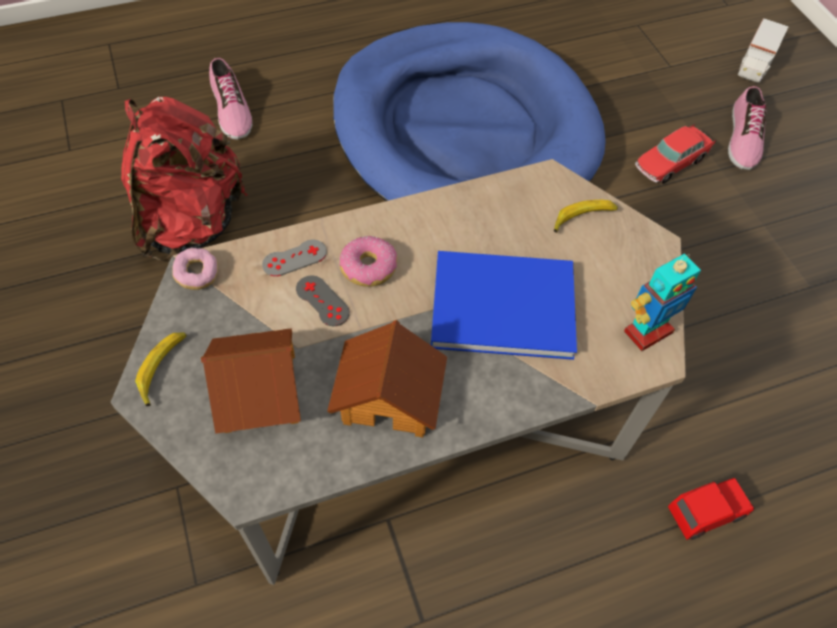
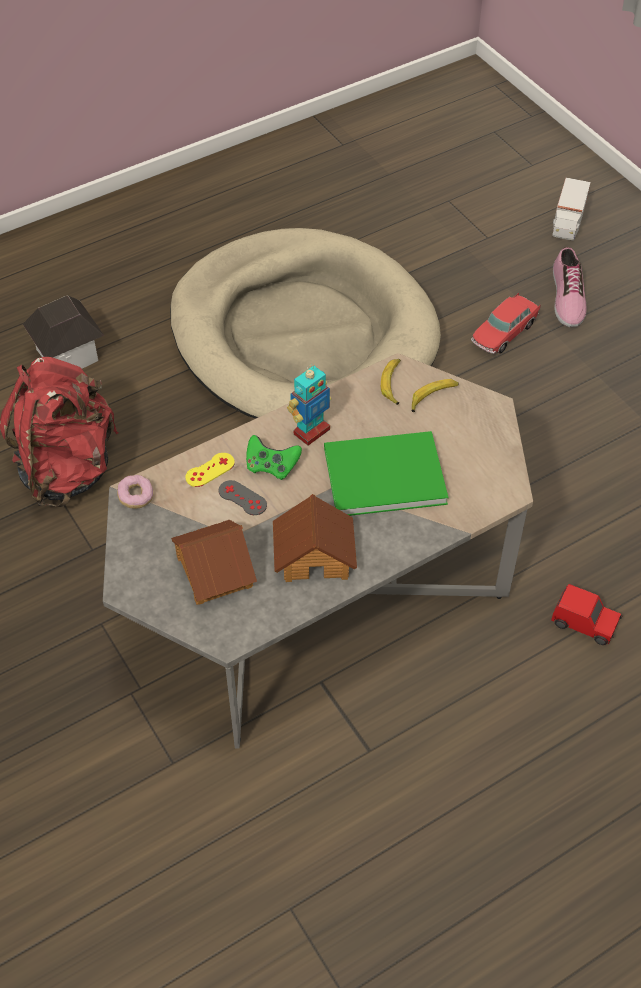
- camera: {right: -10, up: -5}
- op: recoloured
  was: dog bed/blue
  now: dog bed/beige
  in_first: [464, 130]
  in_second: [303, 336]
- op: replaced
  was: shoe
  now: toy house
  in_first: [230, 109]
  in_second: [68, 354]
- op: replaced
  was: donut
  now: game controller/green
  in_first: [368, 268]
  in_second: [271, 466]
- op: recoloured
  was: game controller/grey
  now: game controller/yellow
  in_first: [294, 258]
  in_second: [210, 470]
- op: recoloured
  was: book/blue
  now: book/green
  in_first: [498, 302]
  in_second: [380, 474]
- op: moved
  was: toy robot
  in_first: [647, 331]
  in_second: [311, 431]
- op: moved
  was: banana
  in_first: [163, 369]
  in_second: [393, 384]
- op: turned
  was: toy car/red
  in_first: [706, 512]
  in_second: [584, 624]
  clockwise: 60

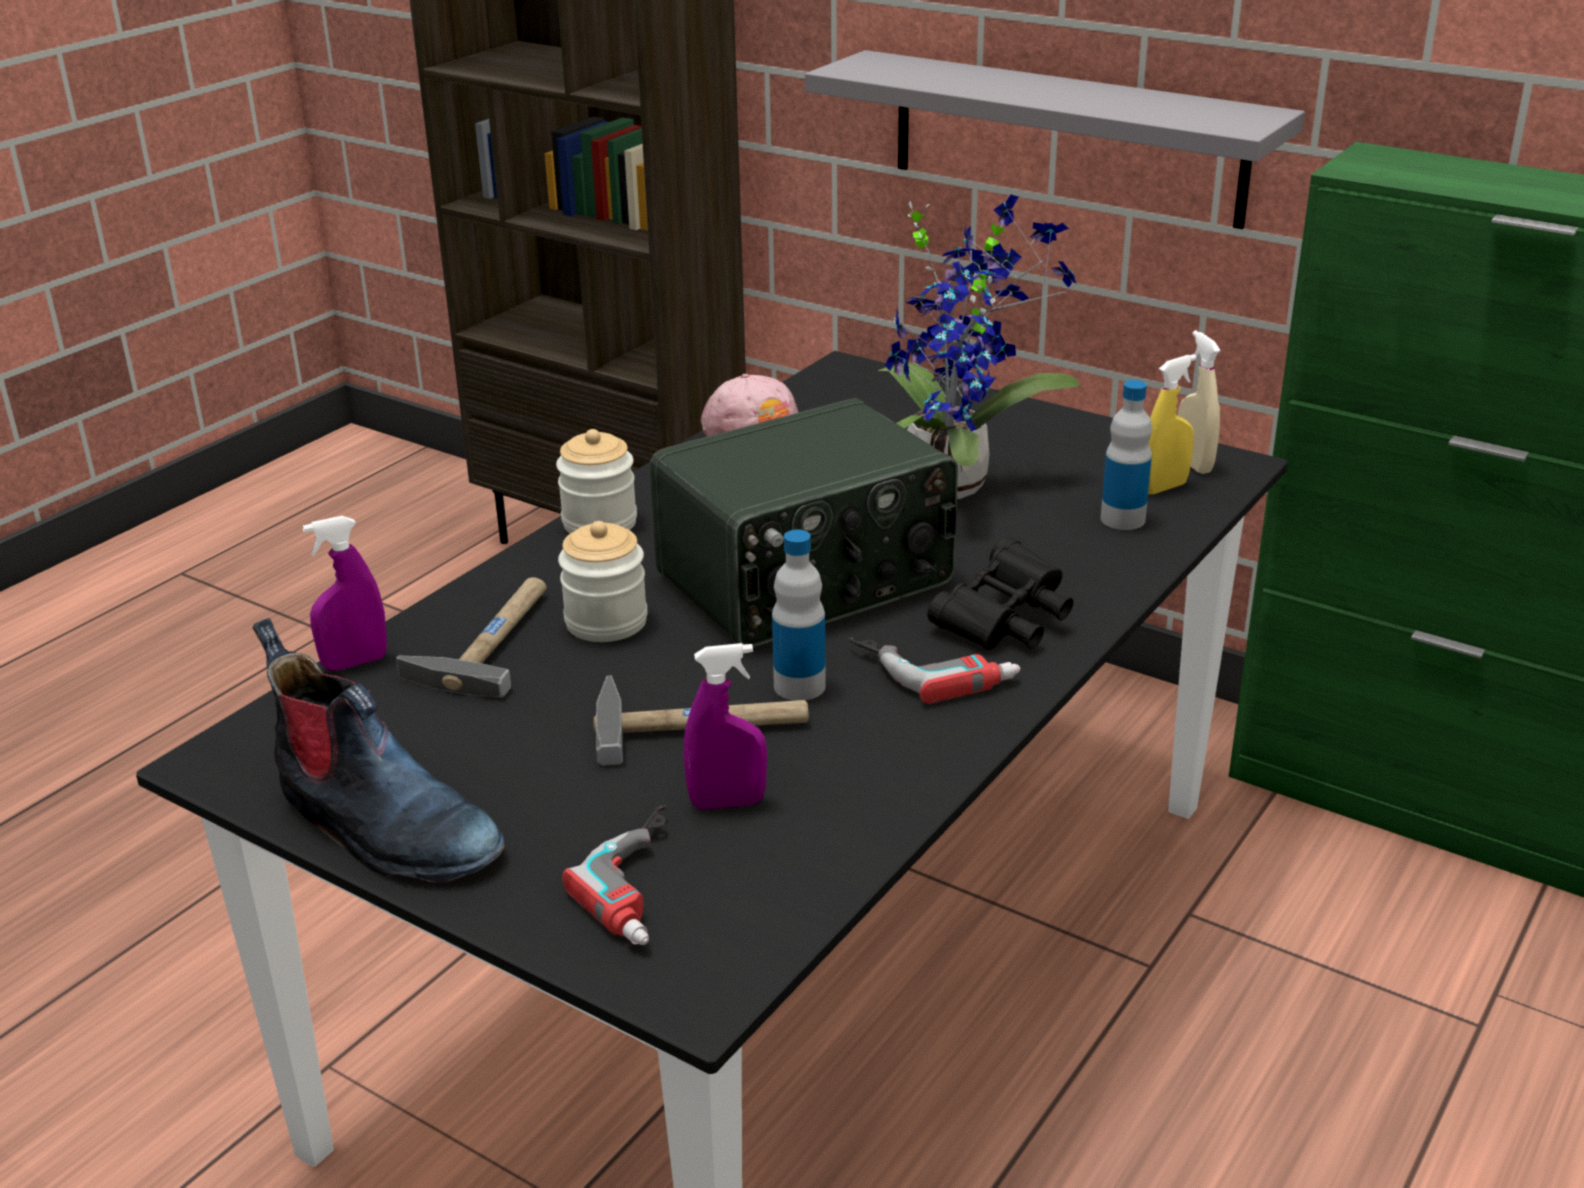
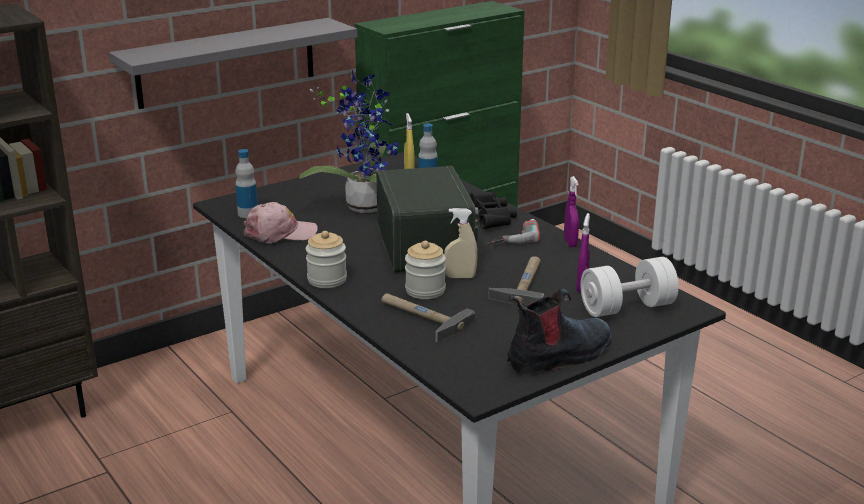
- camera: {right: -70, up: -5}
- op: moved
  was: spray bottle/beige
  in_first: [1193, 464]
  in_second: [460, 277]
- op: moved
  was: spray bottle/purple
  in_first: [355, 662]
  in_second: [570, 243]
- op: moved
  was: bottle
  in_first: [799, 686]
  in_second: [248, 214]
- op: replaced
  was: power drill
  now: dumbbell/white
  in_first: [651, 885]
  in_second: [627, 307]

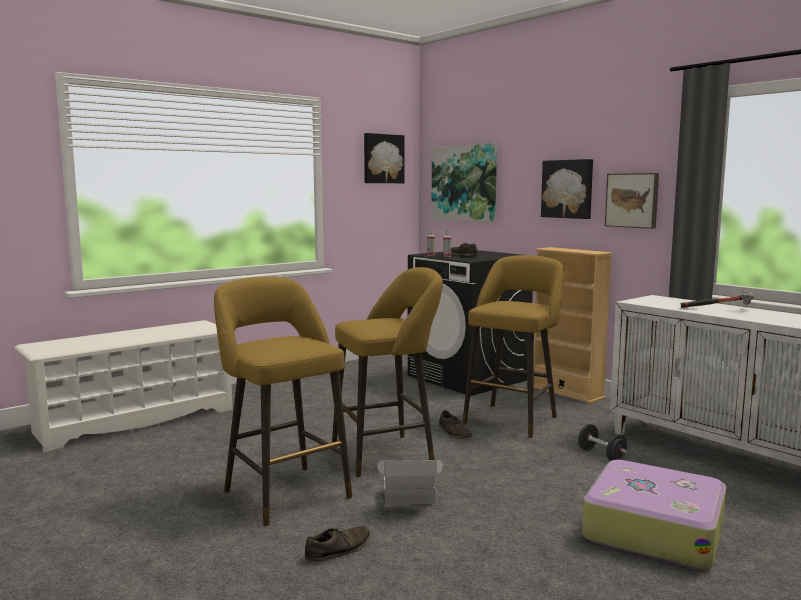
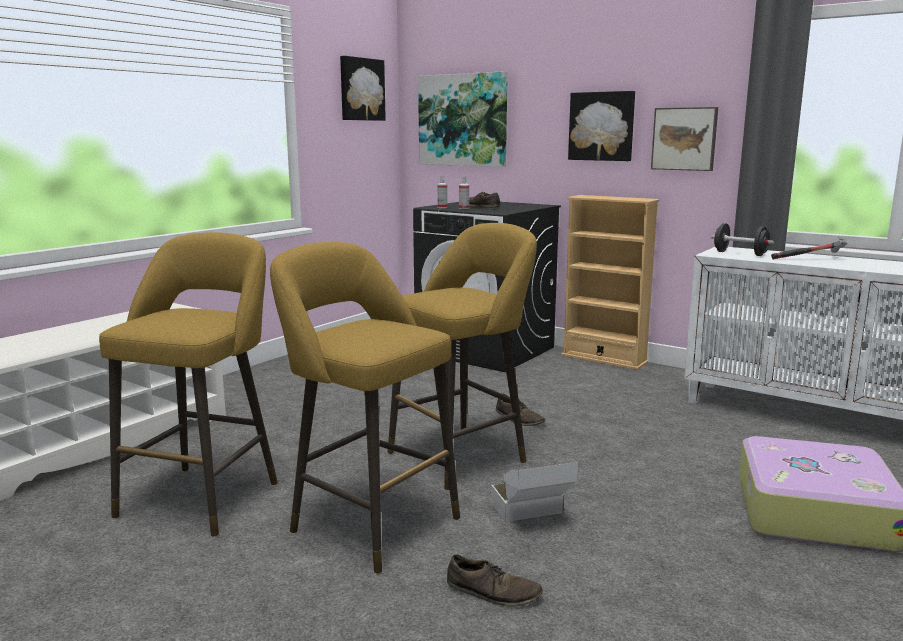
- camera: {right: -15, up: 5}
- op: moved
  was: stool/yellow
  in_first: [512, 419]
  in_second: [204, 495]
- op: moved
  was: dumbbell/black
  in_first: [601, 455]
  in_second: [740, 253]
- op: turned
  was: shoe/brown
  in_first: [338, 549]
  in_second: [493, 592]
  clockwise: 75

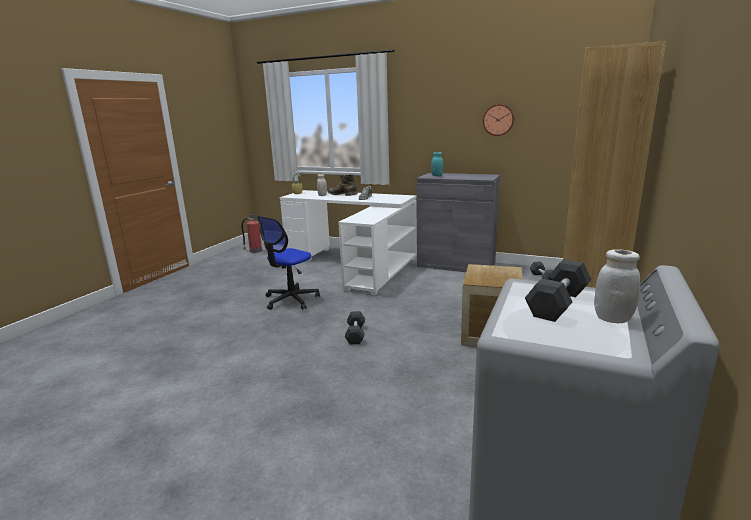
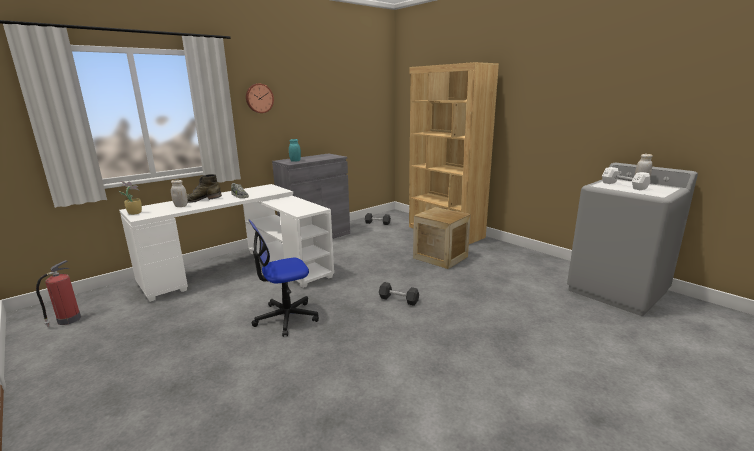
- camera: {right: -65, up: 0}
- op: moved
  was: wall clock
  in_first: [498, 120]
  in_second: [259, 98]
- op: turned
  was: office chair
  in_first: [291, 300]
  in_second: [286, 318]
  clockwise: 90
- op: recoloured
  was: dumbbell/black
  now: dumbbell/white
  in_first: [557, 304]
  in_second: [623, 186]

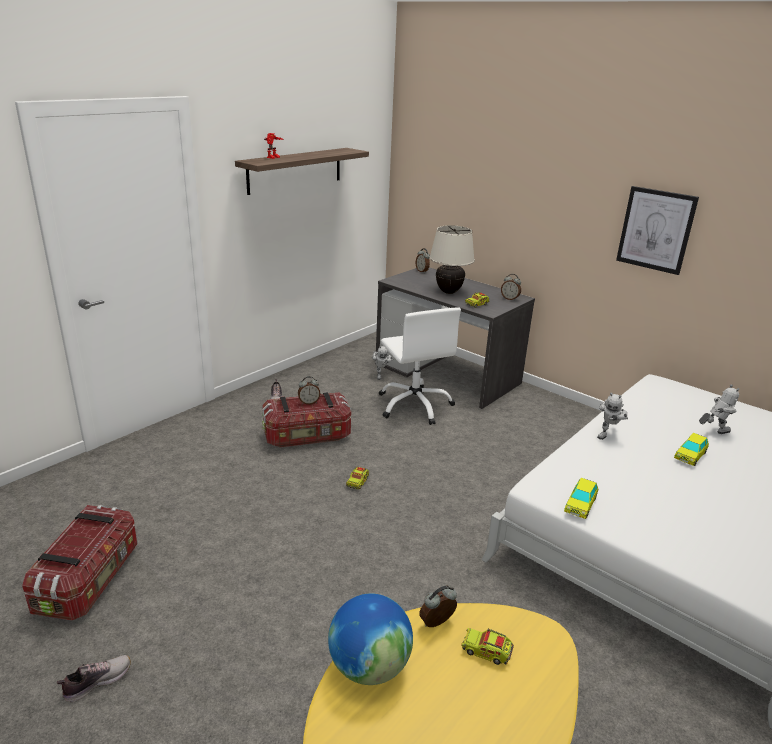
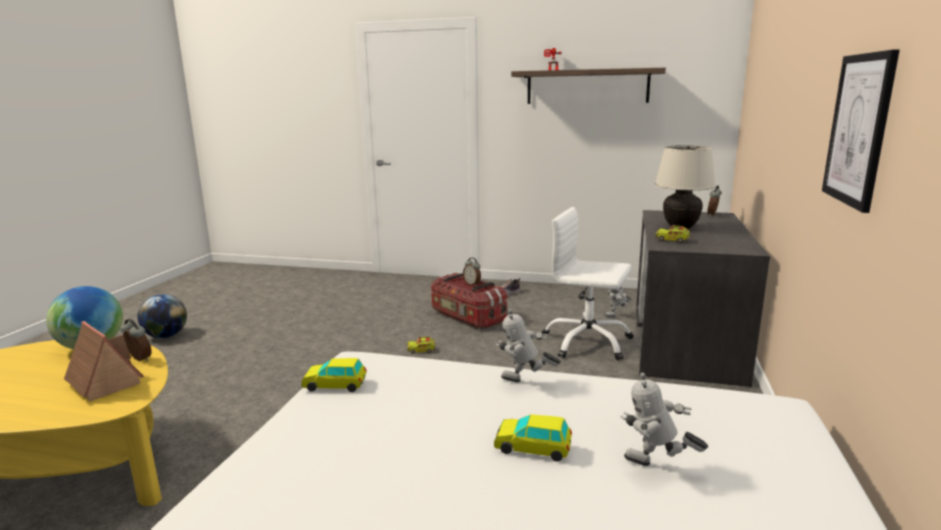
- camera: {right: 65, up: -10}
- op: removed
  was: alarm clock
  in_first: [510, 299]
- op: turned
  was: office chair/white
  in_first: [415, 405]
  in_second: [587, 342]
  clockwise: 75
- op: turned
  was: toy robot
  in_first: [713, 432]
  in_second: [656, 468]
  clockwise: 150
- op: removed
  was: storage box
  in_first: [90, 580]
- op: replaced
  was: toy truck
  now: toy house
  in_first: [486, 651]
  in_second: [103, 382]
- op: replaced
  was: shoe
  now: globe
  in_first: [97, 681]
  in_second: [166, 336]

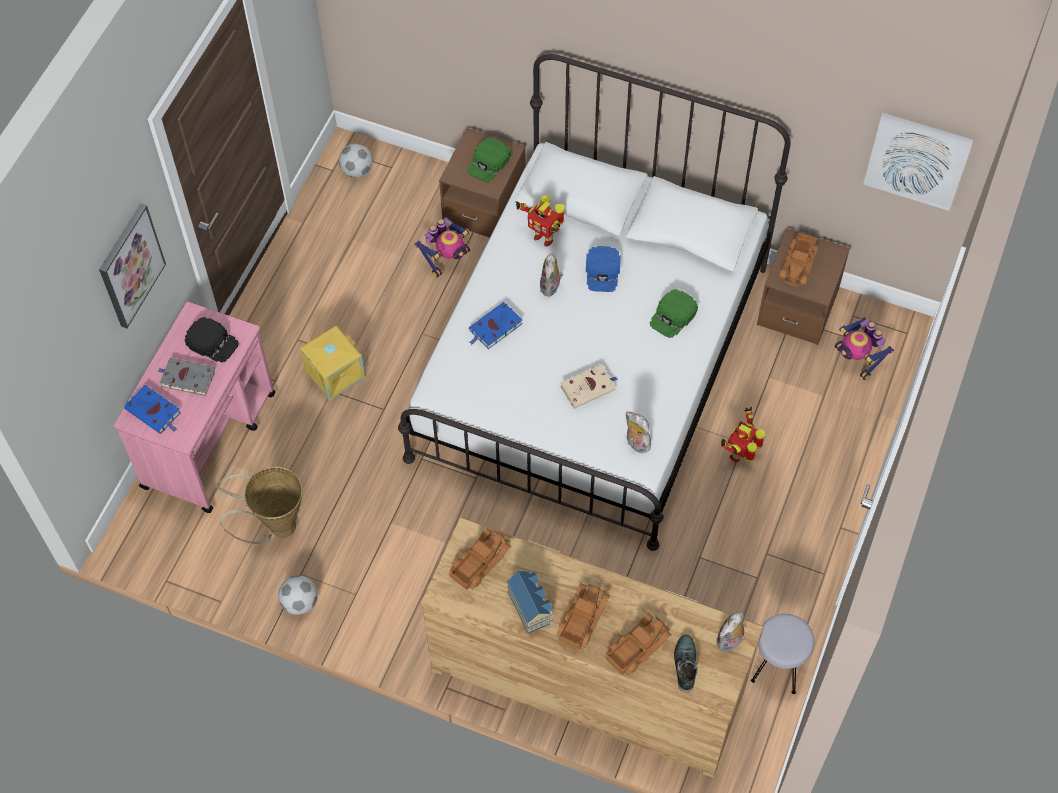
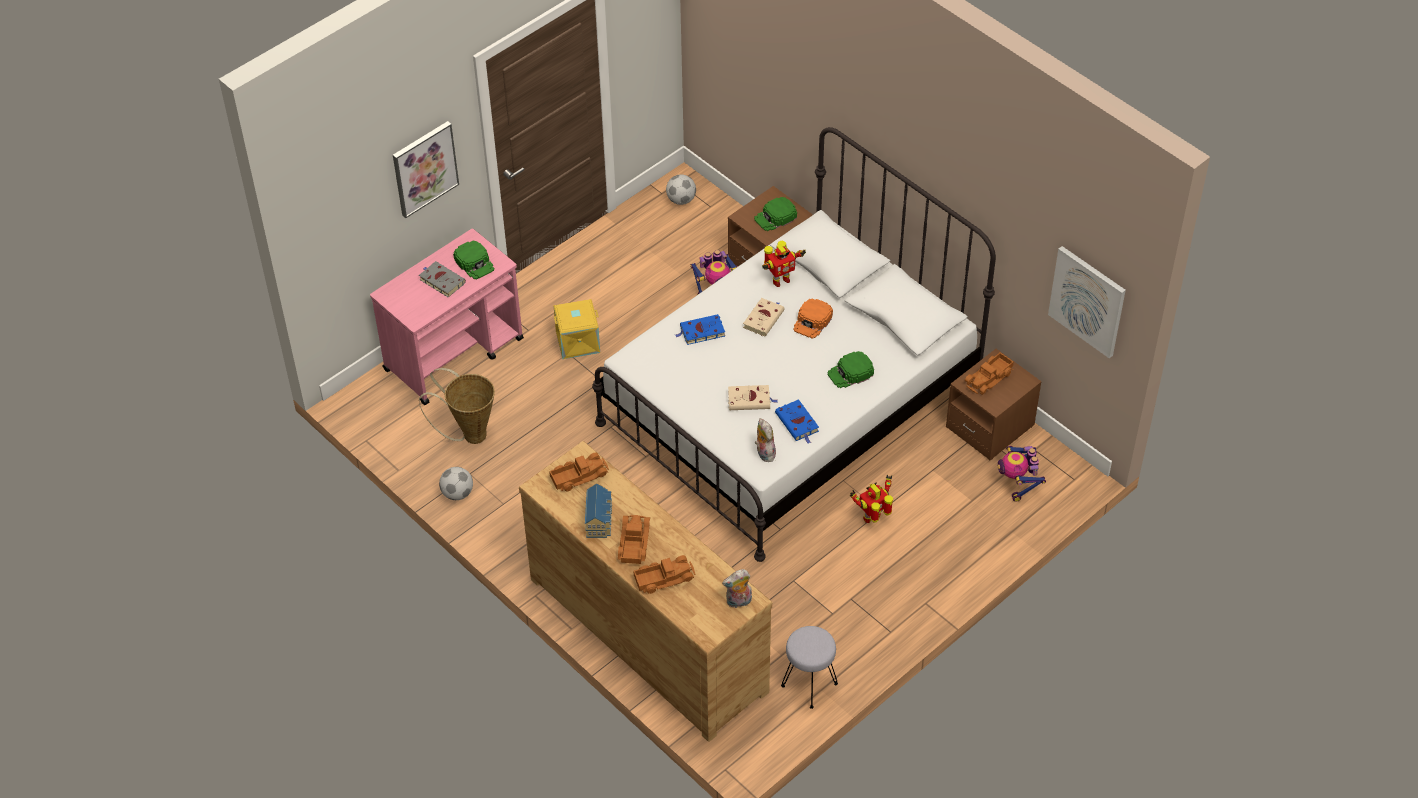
- camera: {right: 25, up: -10}
- op: turned
  was: toy robot
  in_first: [544, 237]
  in_second: [780, 280]
  clockwise: -90
- op: recoloured
  was: cap/blue
  now: cap/orange
  in_first: [603, 272]
  in_second: [812, 321]
- op: replaced
  was: plush toy
  now: book/beige
  in_first: [551, 287]
  in_second: [764, 318]
- op: recoloured
  was: cap/black
  now: cap/green
  in_first: [212, 342]
  in_second: [474, 263]
- op: moved
  was: book/blue
  in_first: [154, 412]
  in_second: [798, 423]
- op: turned
  was: toy truck
  in_first: [581, 618]
  in_second: [633, 543]
  clockwise: -45
- op: removed
  was: shoe
  in_first: [684, 664]

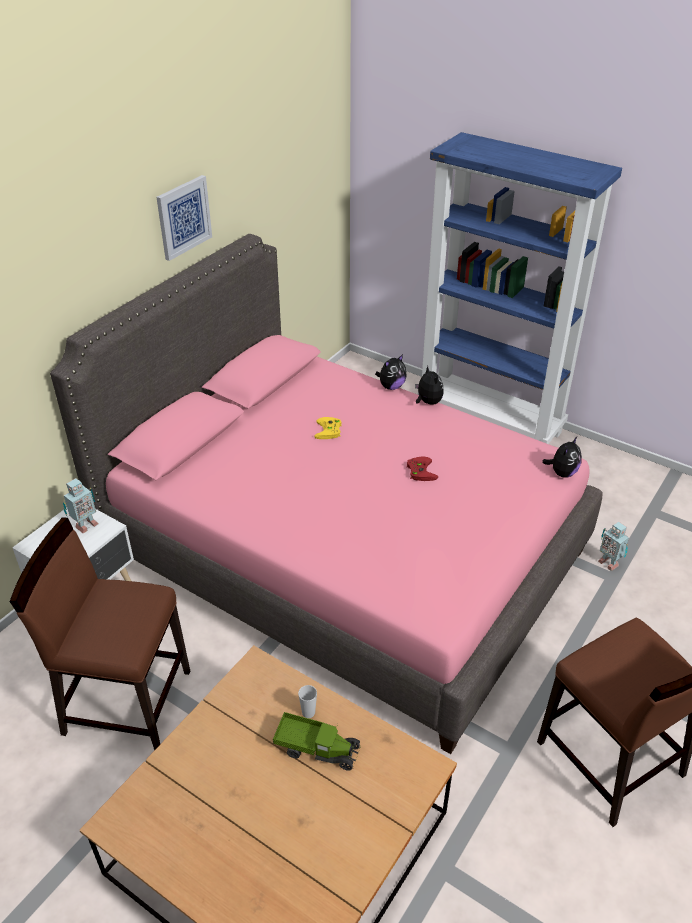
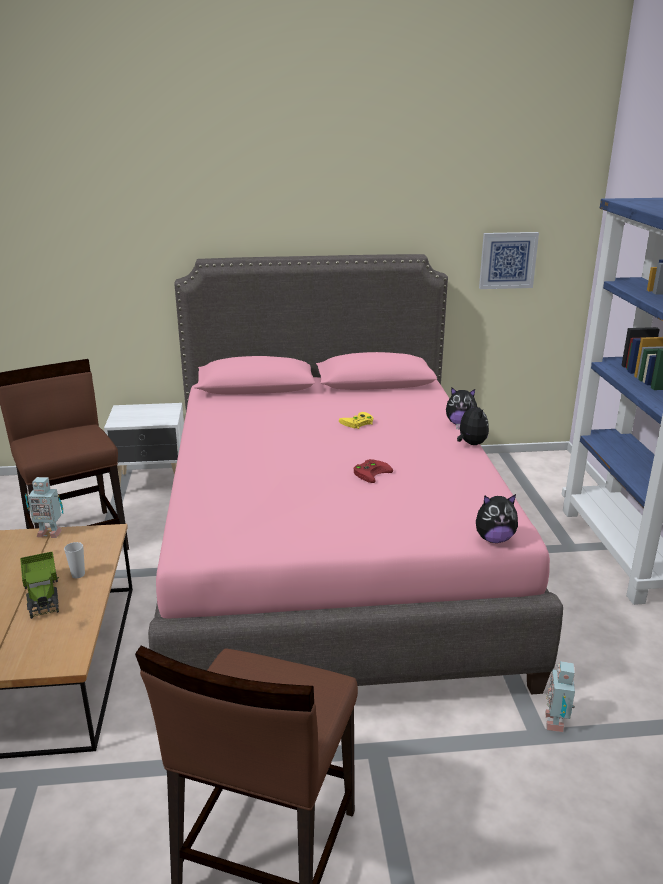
- camera: {right: 50, up: -15}
- op: moved
  was: picture
  in_first: [183, 217]
  in_second: [507, 260]
- op: turned
  was: plush toy
  in_first: [428, 402]
  in_second: [470, 444]
  clockwise: -45
- op: moved
  was: toy robot
  in_first: [85, 525]
  in_second: [49, 533]

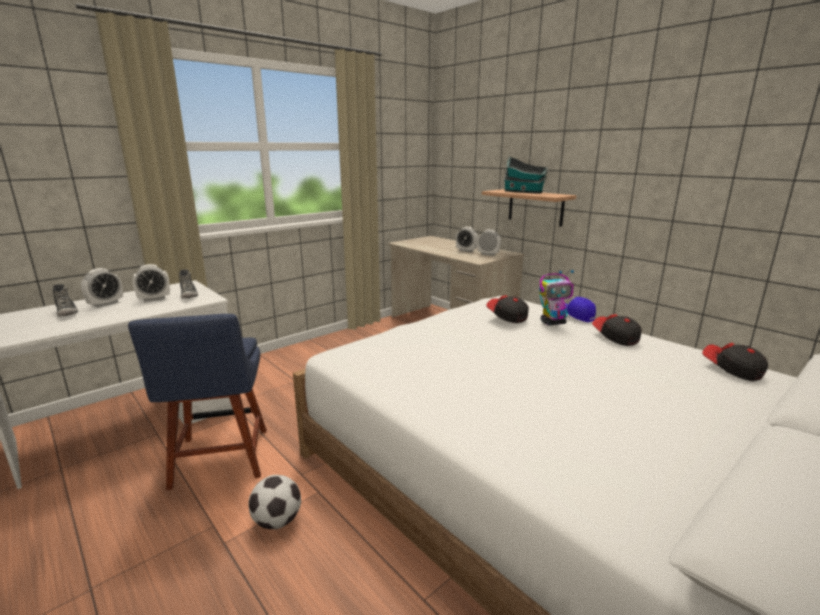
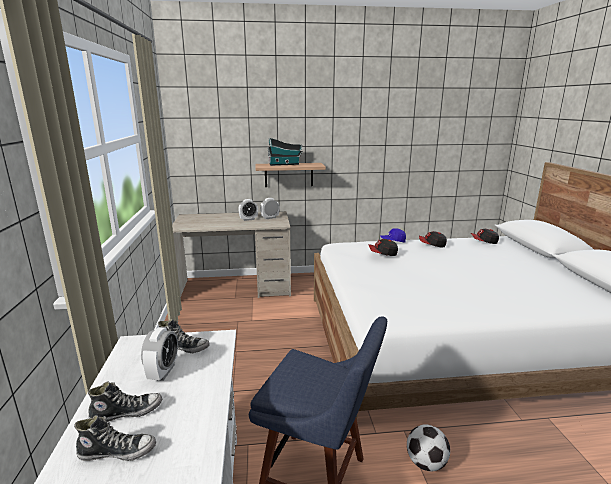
- camera: {right: -55, up: 0}
- op: replaced
  was: alarm clock
  now: shoe
  in_first: [106, 304]
  in_second: [127, 412]
- op: removed
  was: toy robot
  in_first: [553, 323]

